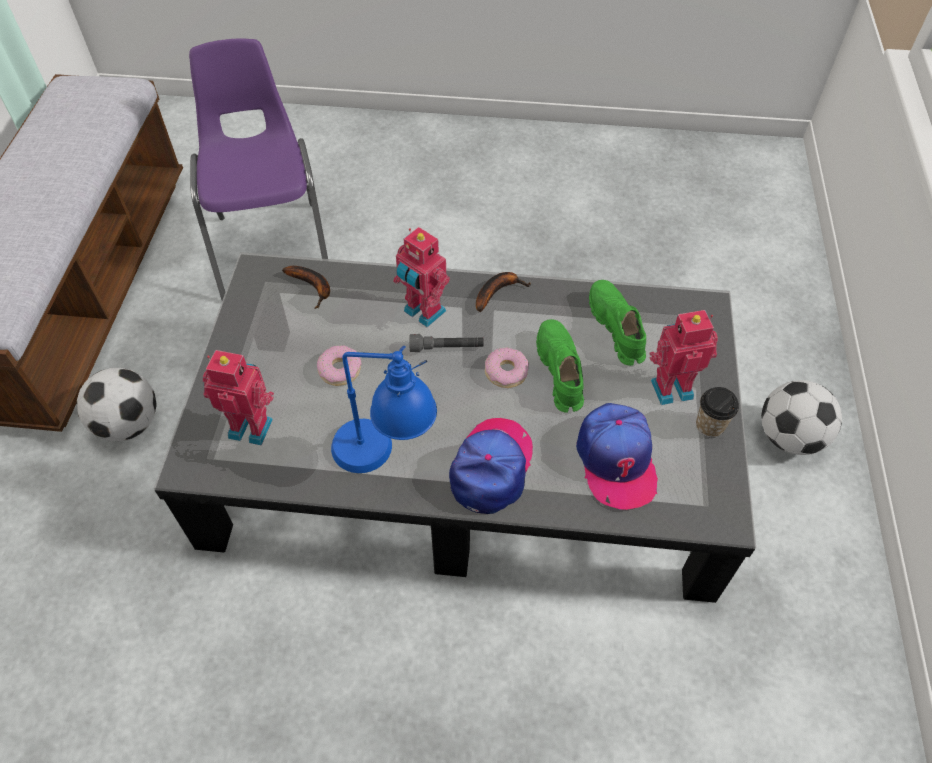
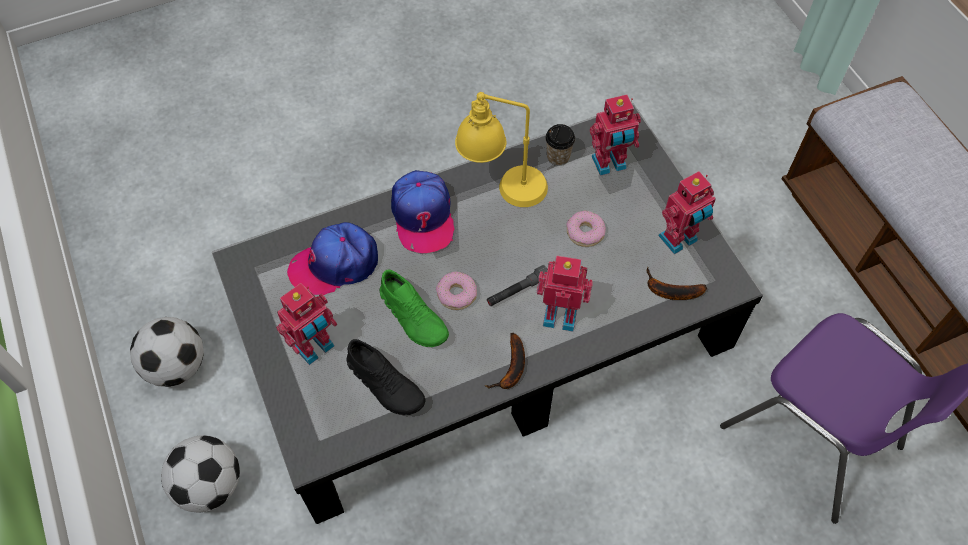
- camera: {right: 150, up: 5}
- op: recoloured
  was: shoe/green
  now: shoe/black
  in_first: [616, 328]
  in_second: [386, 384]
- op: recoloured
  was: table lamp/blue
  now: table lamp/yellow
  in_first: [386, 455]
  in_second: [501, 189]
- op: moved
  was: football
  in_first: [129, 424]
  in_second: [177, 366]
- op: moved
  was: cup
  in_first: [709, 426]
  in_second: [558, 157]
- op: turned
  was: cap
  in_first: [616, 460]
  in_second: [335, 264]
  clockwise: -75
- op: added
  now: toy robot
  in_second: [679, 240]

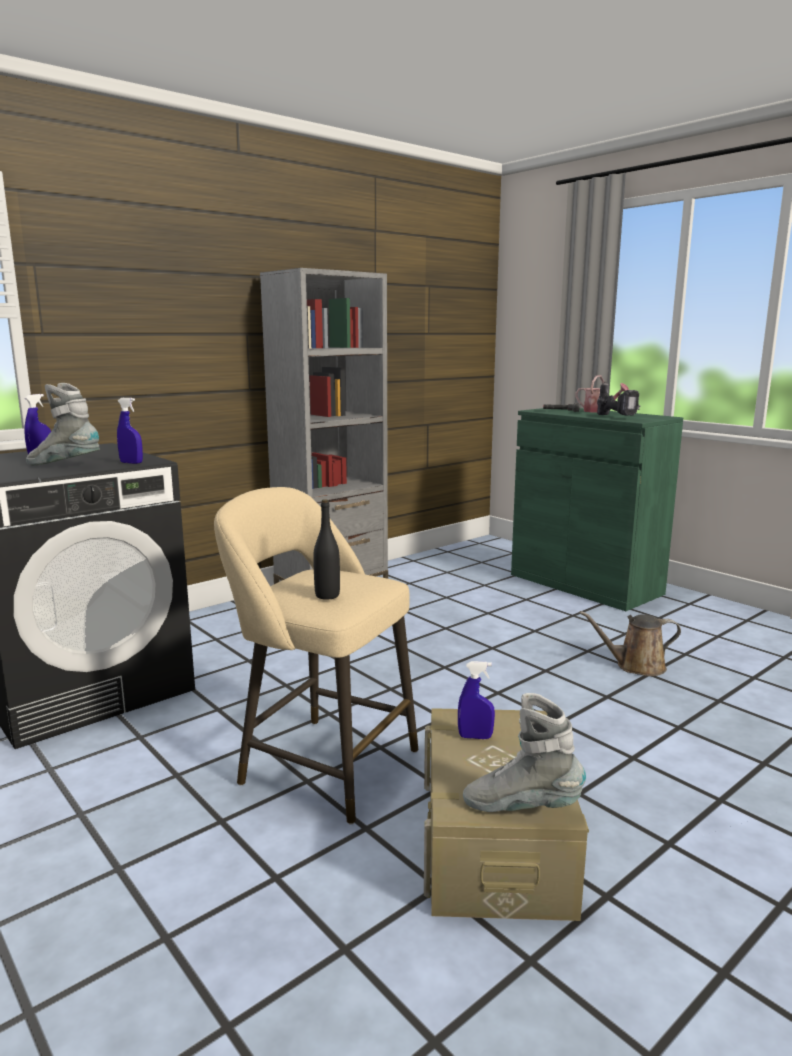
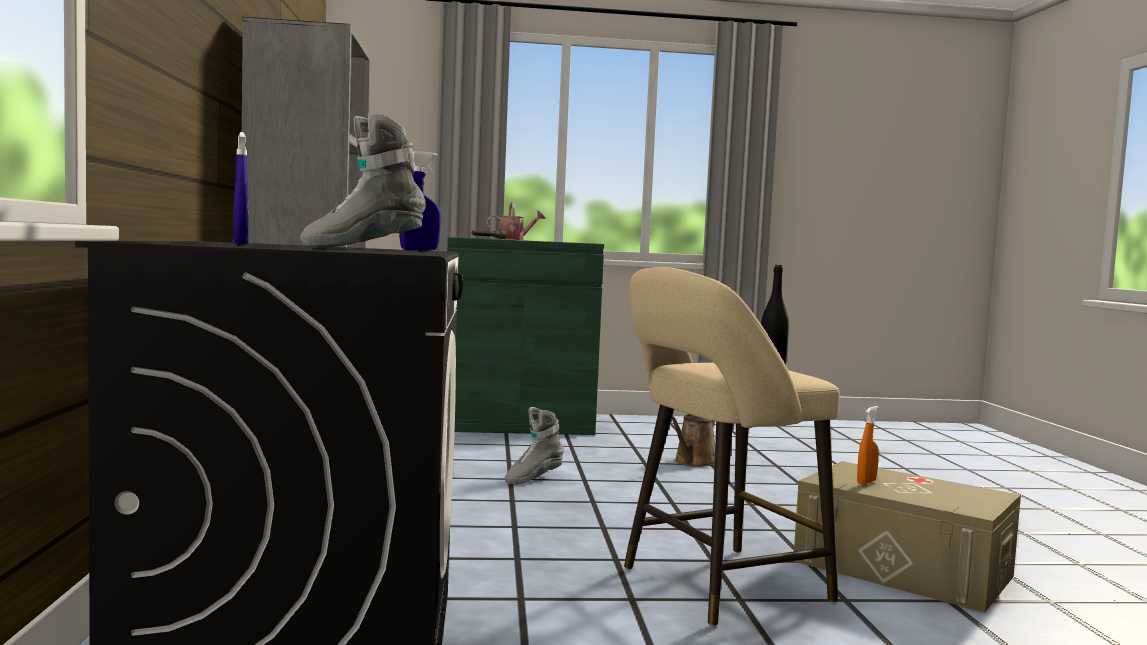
- camera: {right: -55, up: -10}
- op: removed
  was: power drill
  in_first: [617, 417]
- op: recoloured
  was: spray bottle/blue
  now: spray bottle/orange
  in_first: [475, 737]
  in_second: [866, 482]
- op: moved
  was: boot/grey
  in_first: [521, 806]
  in_second: [533, 478]

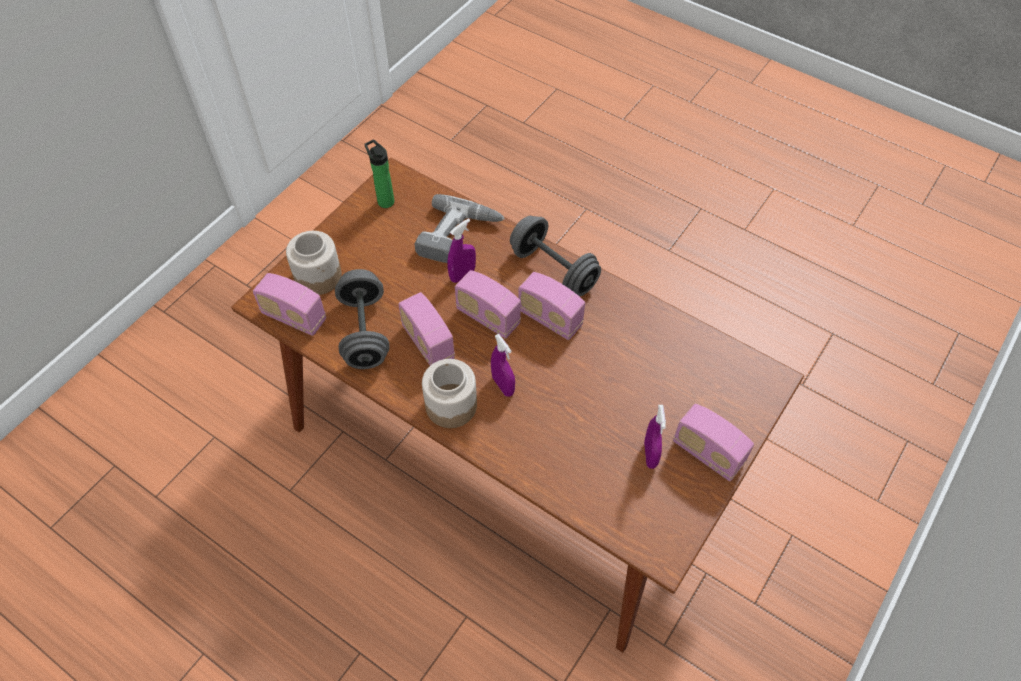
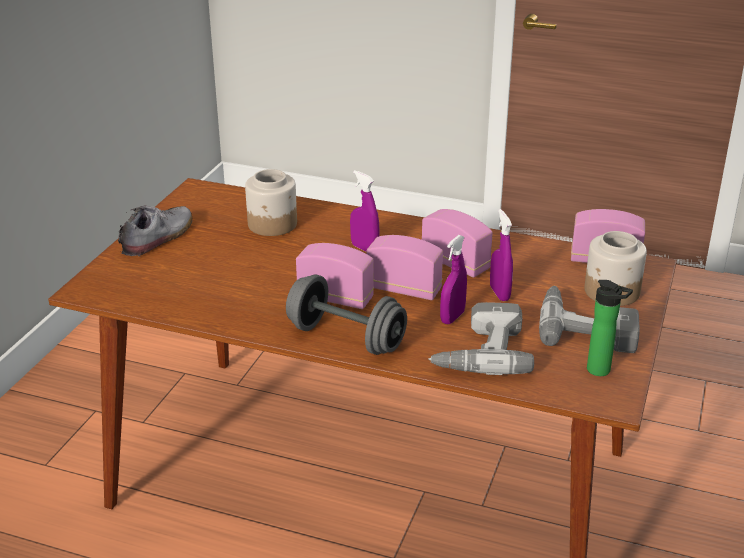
- camera: {right: 165, up: -25}
- op: removed
  was: dumbbell/grey
  in_first: [365, 332]
- op: moved
  was: jar
  in_first: [451, 405]
  in_second: [272, 225]
- op: replaced
  was: radio
  now: shoe
  in_first: [707, 453]
  in_second: [158, 237]
- op: moved
  was: spray bottle/purple
  in_first: [650, 455]
  in_second: [499, 293]
- op: added
  now: power drill
  in_second: [586, 327]

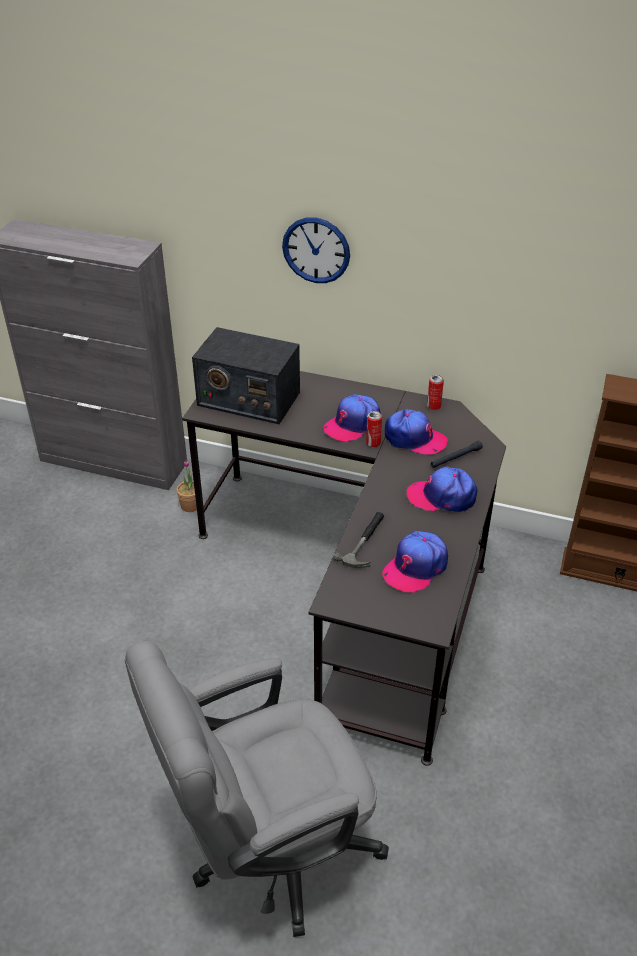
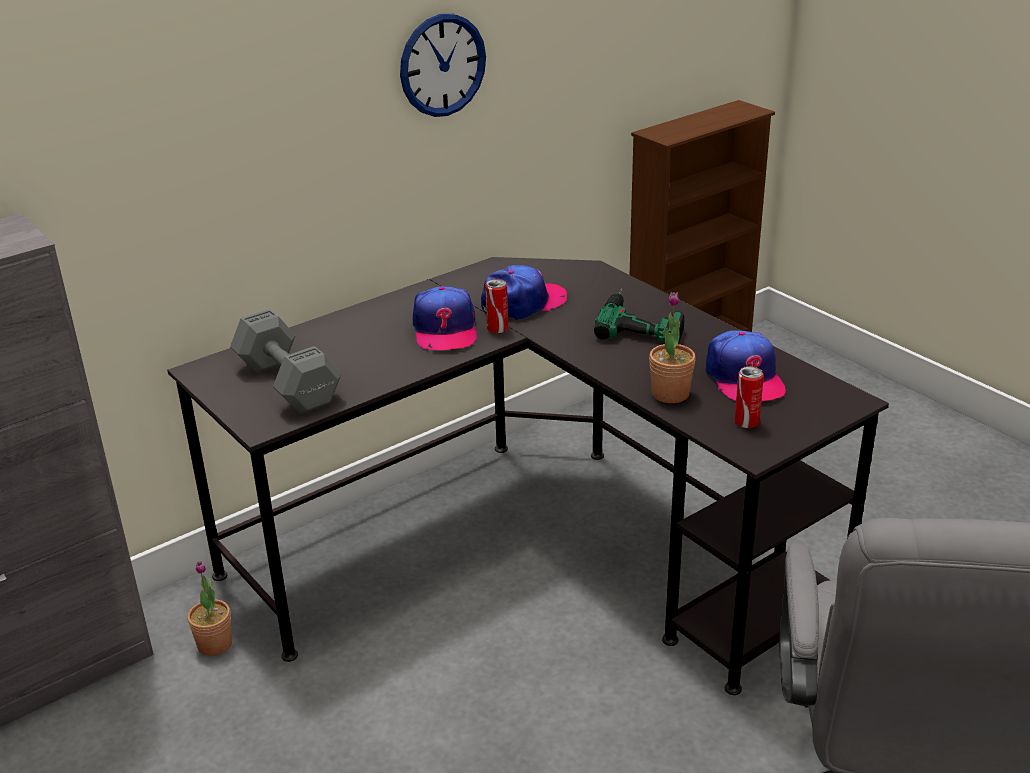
- camera: {right: -55, up: -10}
- op: moved
  was: wall clock
  in_first: [316, 250]
  in_second: [442, 65]
- op: replaced
  was: radio
  now: dumbbell/grey
  in_first: [248, 398]
  in_second: [287, 382]
- op: moved
  was: can
  in_first: [433, 406]
  in_second: [746, 422]
- op: removed
  was: flashlight/black
  in_first: [455, 458]
- op: replaced
  was: cap
  now: power drill
  in_first: [442, 496]
  in_second: [642, 322]
- op: replaced
  was: hammer
  now: potted plant
  in_first: [366, 542]
  in_second: [670, 394]

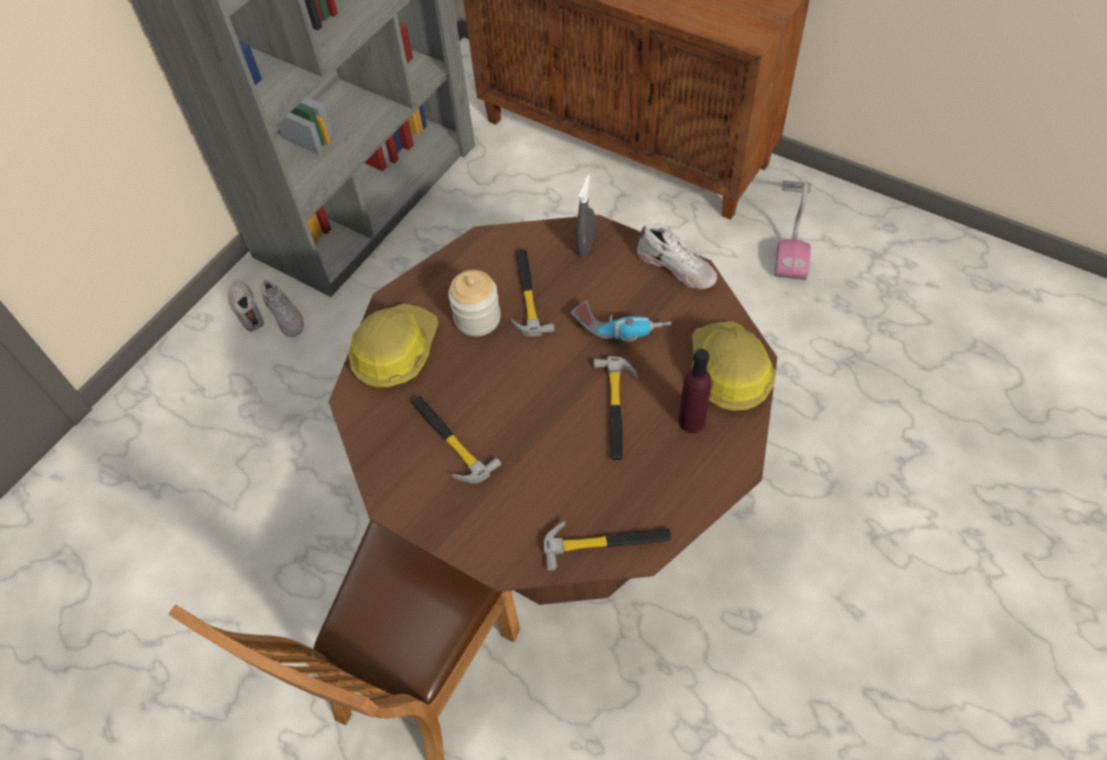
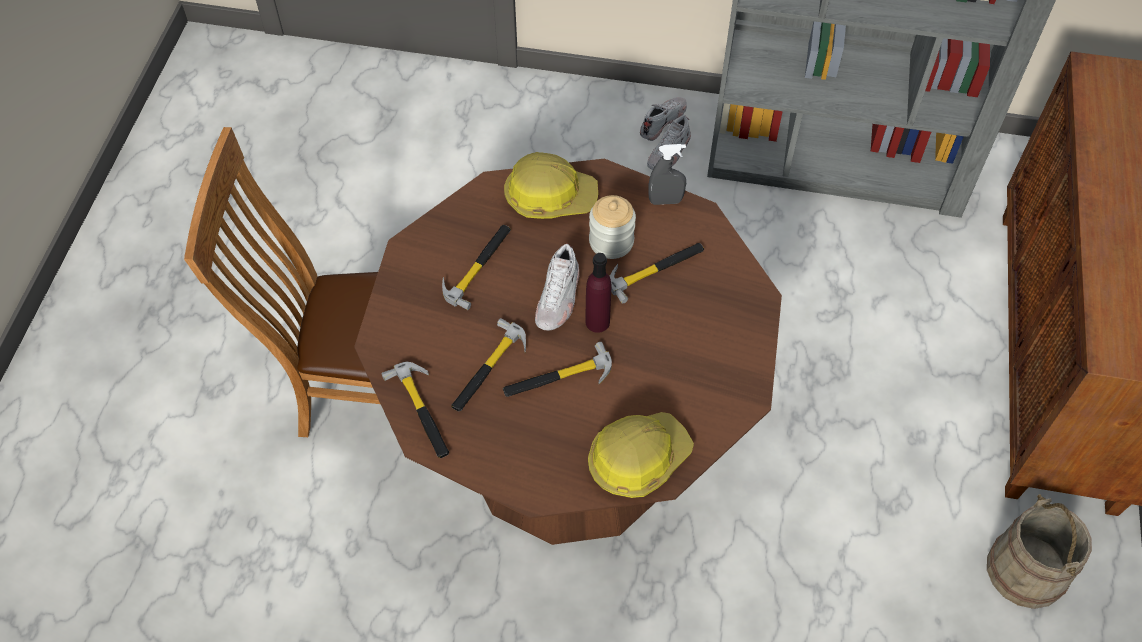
- camera: {right: 65, up: 0}
- op: moved
  was: spray bottle/grey
  in_first: [585, 245]
  in_second: [665, 201]
- op: replaced
  was: vacuum cleaner
  now: bucket/beige
  in_first: [793, 231]
  in_second: [1027, 570]
- op: moved
  was: shoe/white
  in_first: [677, 267]
  in_second: [558, 298]
- op: removed
  was: power drill
  in_first: [620, 327]
- op: moved
  was: bottle/purple
  in_first: [691, 421]
  in_second: [597, 322]
- op: added
  now: hammer
  in_second: [488, 369]

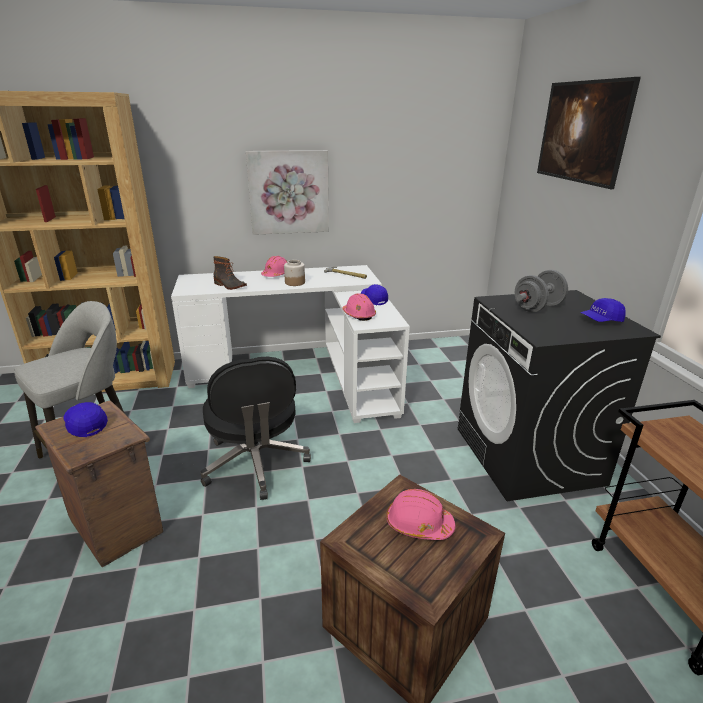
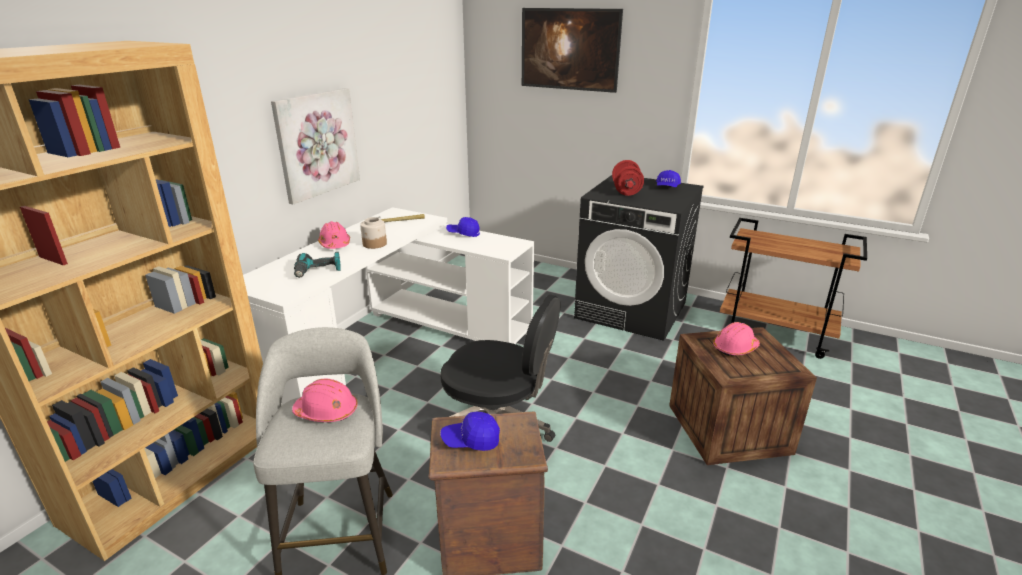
- camera: {right: -50, up: 0}
- op: replaced
  was: boot
  now: power drill
  in_first: [229, 286]
  in_second: [318, 271]
- op: recoloured
  was: dumbbell/grey
  now: dumbbell/red
  in_first: [537, 307]
  in_second: [626, 191]
- op: moved
  was: hard hat/pink
  in_first: [359, 315]
  in_second: [327, 412]

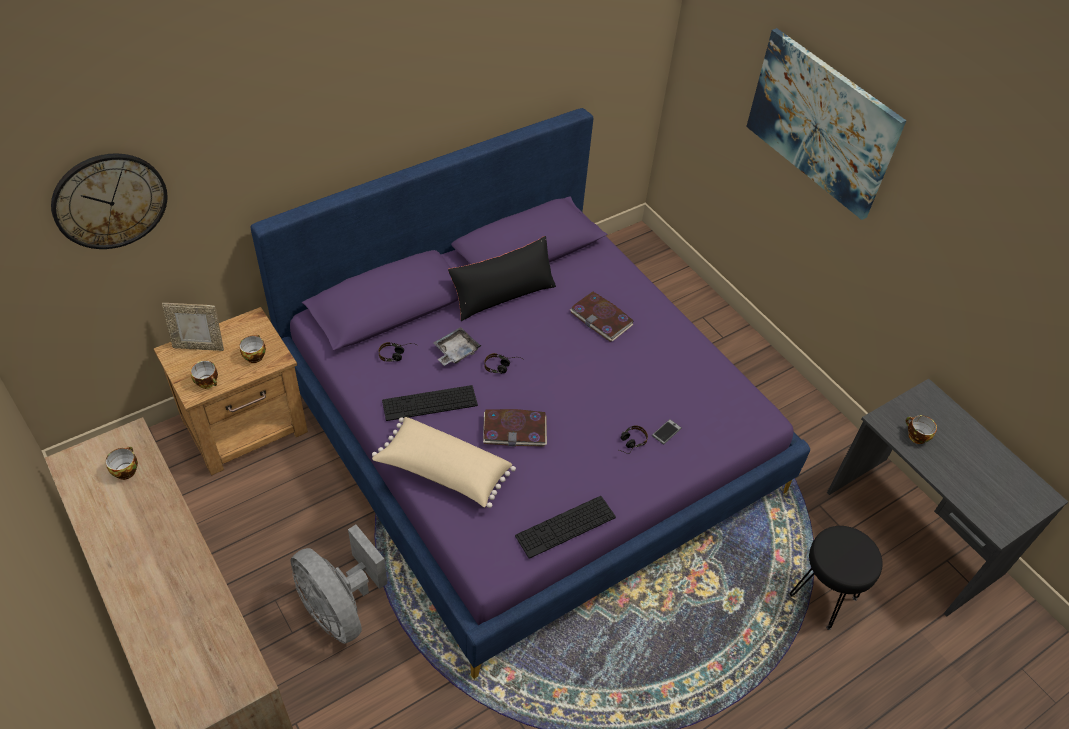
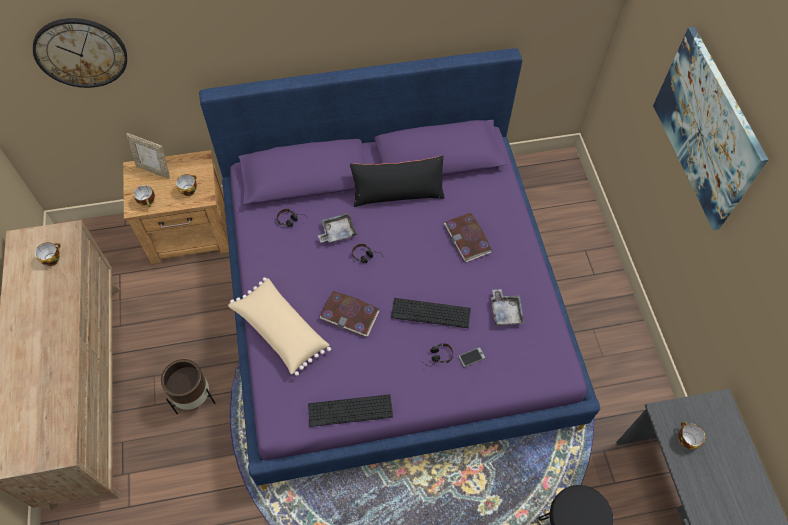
- camera: {right: 25, up: 10}
- op: moved
  was: keyboard
  in_first: [429, 403]
  in_second: [431, 313]
- op: replaced
  was: fan/grey
  now: planter/brown
  in_first: [340, 608]
  in_second: [194, 399]
- op: added
  now: tray/grey
  in_second: [505, 311]

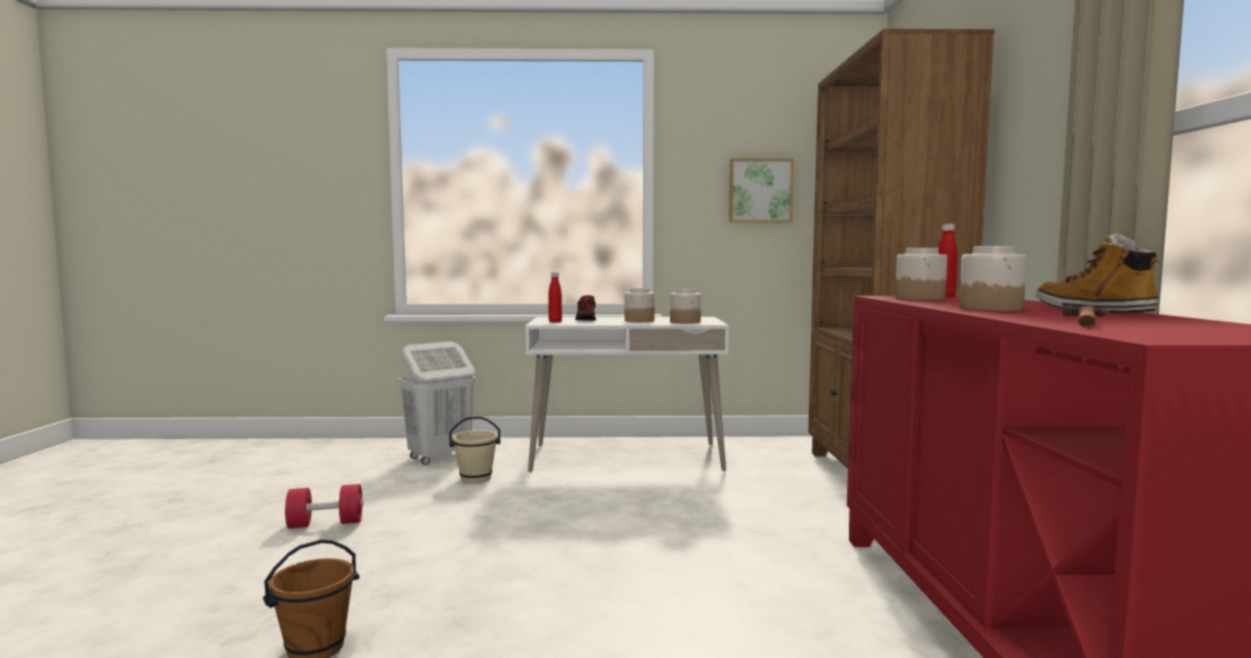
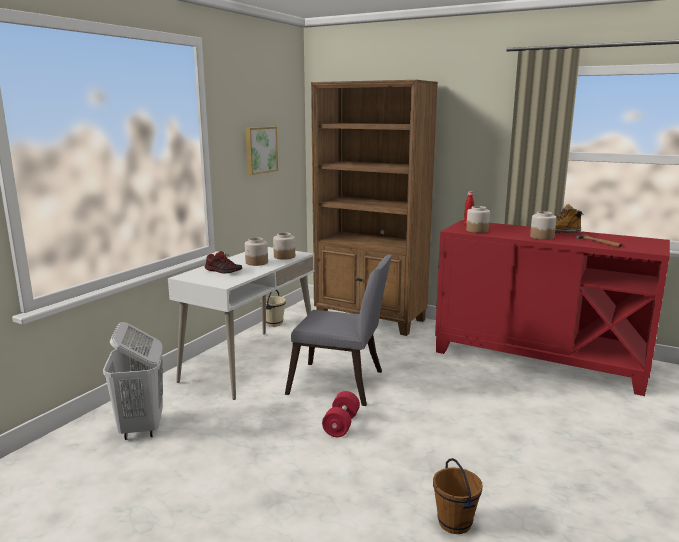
- camera: {right: -60, up: 10}
- op: removed
  was: bottle/red
  in_first: [555, 322]
- op: moved
  was: bucket/beige
  in_first: [476, 478]
  in_second: [273, 323]
- op: moved
  was: dumbbell/red
  in_first: [325, 524]
  in_second: [341, 425]
- op: added
  now: chair/grey
  in_second: [341, 385]

